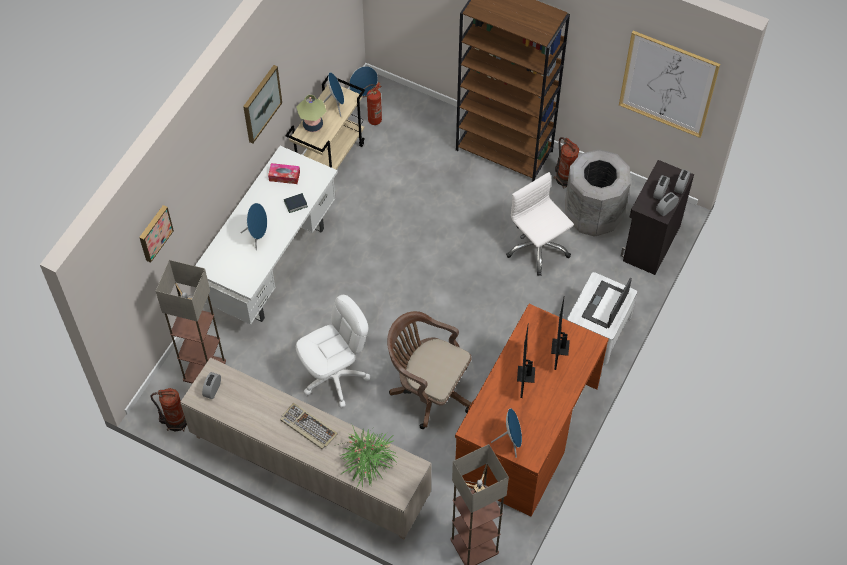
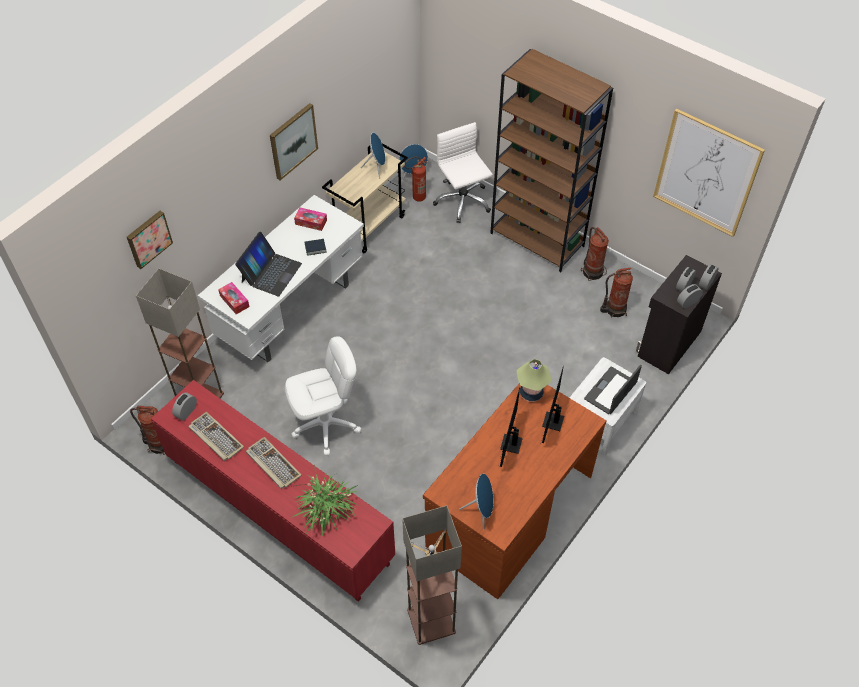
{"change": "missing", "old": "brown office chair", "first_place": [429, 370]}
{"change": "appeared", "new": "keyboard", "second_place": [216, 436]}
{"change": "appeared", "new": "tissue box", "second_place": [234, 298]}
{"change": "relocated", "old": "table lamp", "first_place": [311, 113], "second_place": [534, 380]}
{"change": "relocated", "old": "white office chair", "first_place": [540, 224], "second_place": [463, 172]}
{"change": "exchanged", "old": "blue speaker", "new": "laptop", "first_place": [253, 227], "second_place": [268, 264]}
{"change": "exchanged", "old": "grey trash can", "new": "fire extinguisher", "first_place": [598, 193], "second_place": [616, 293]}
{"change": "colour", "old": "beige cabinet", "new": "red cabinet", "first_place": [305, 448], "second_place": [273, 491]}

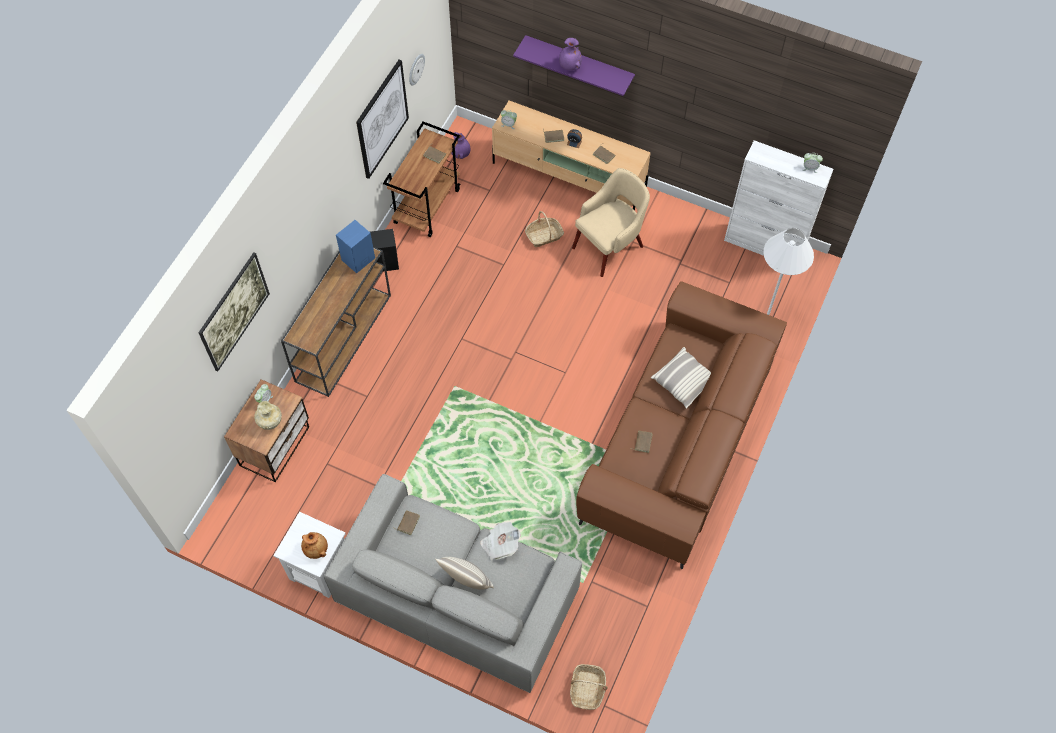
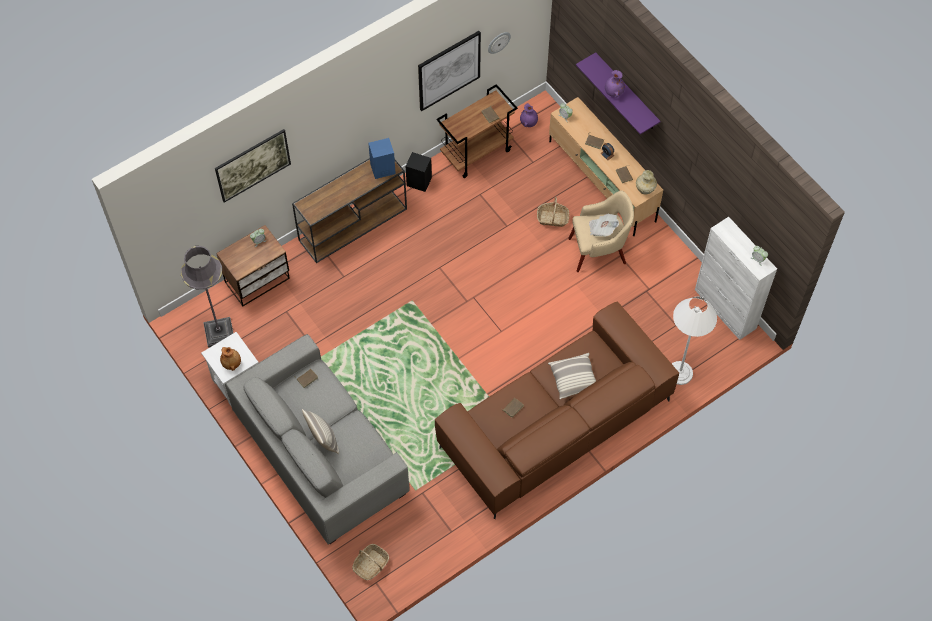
{"change": "appeared", "new": "grey floor lamp", "second_place": [207, 297]}
{"change": "relocated", "old": "beige vase", "first_place": [268, 415], "second_place": [646, 182]}
{"change": "relocated", "old": "newspaper", "first_place": [500, 541], "second_place": [604, 225]}

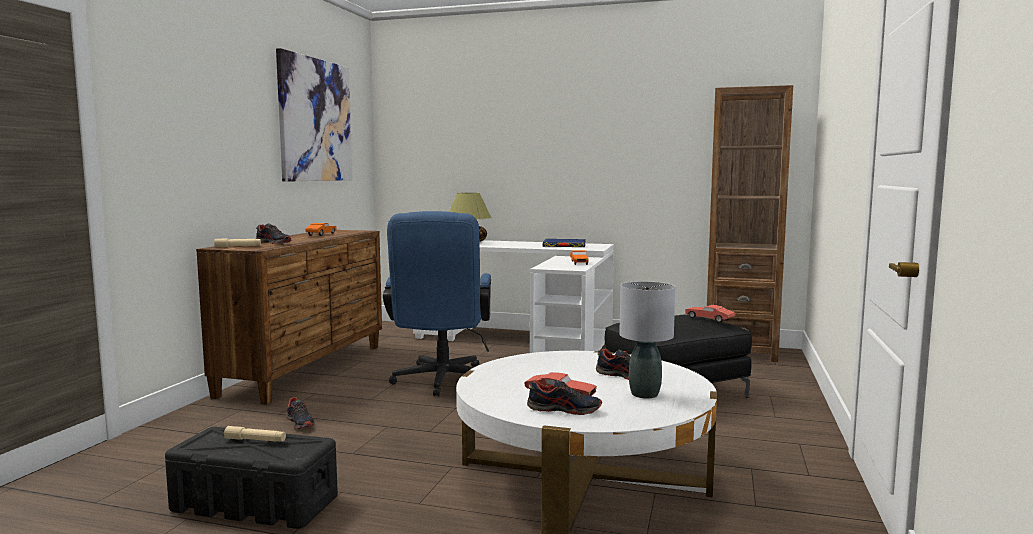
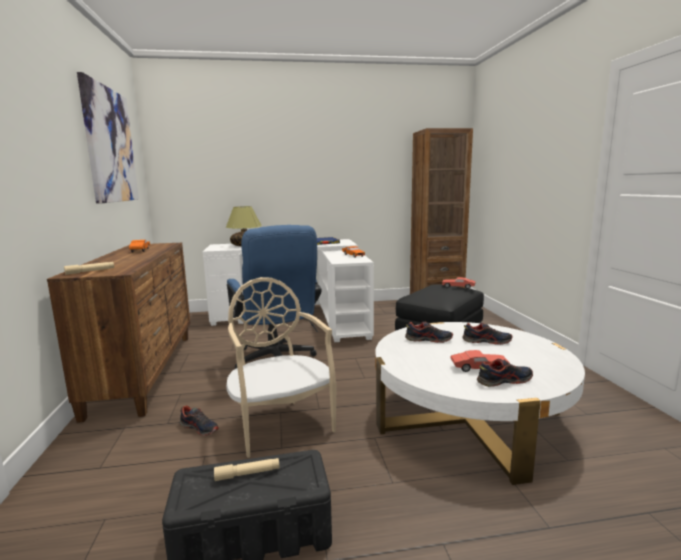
{"change": "missing", "old": "grey table lamp", "first_place": [647, 340]}
{"change": "appeared", "new": "beige chair", "second_place": [281, 367]}
{"change": "relocated", "old": "shoe", "first_place": [273, 234], "second_place": [429, 332]}

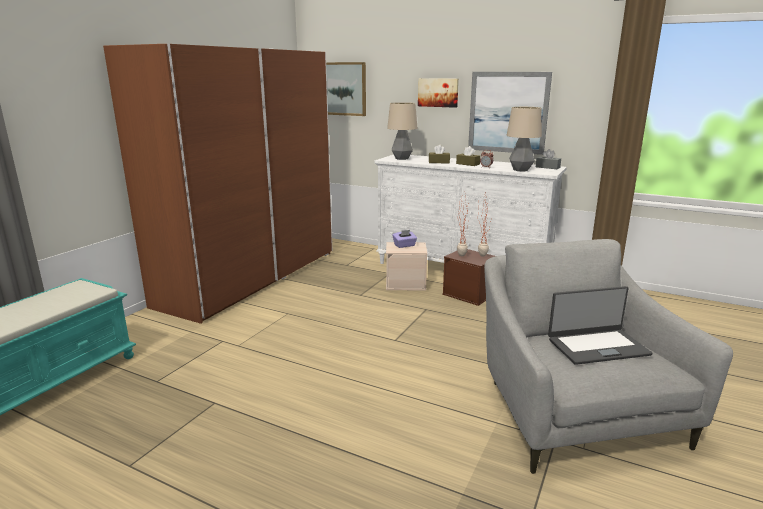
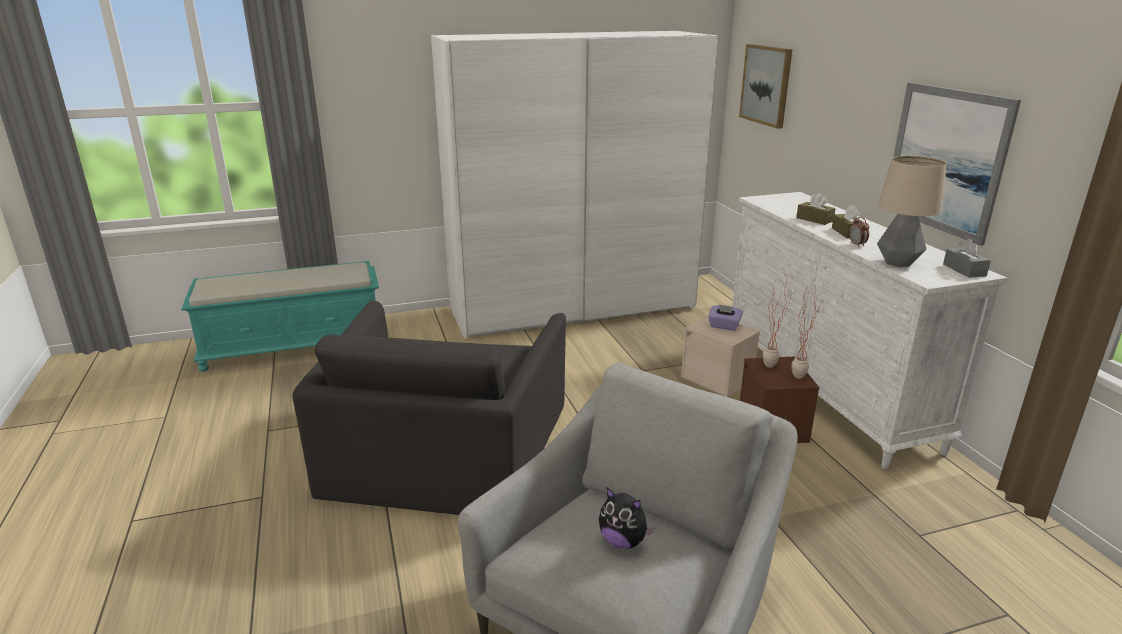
{"change": "missing", "old": "table lamp", "first_place": [402, 131]}
{"change": "missing", "old": "picture", "first_place": [438, 93]}
{"change": "appeared", "new": "black armchair", "second_place": [429, 407]}
{"change": "exchanged", "old": "laptop", "new": "plush toy", "first_place": [600, 325], "second_place": [627, 518]}
{"change": "colour", "old": "brown wardrobe", "new": "white wardrobe", "first_place": [217, 184], "second_place": [575, 185]}

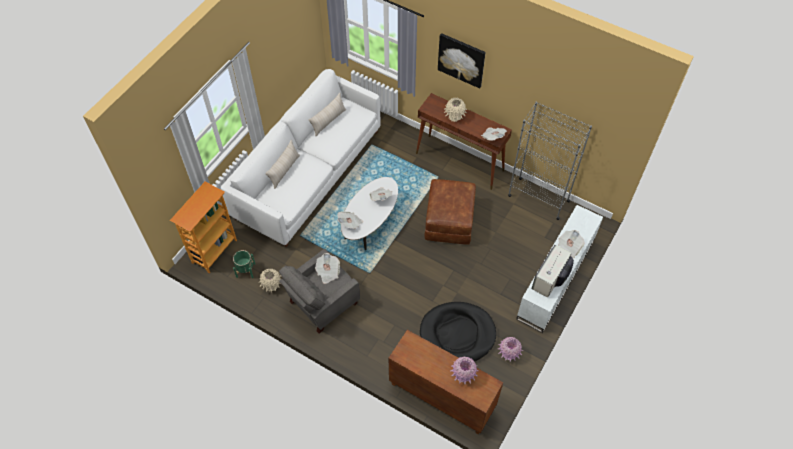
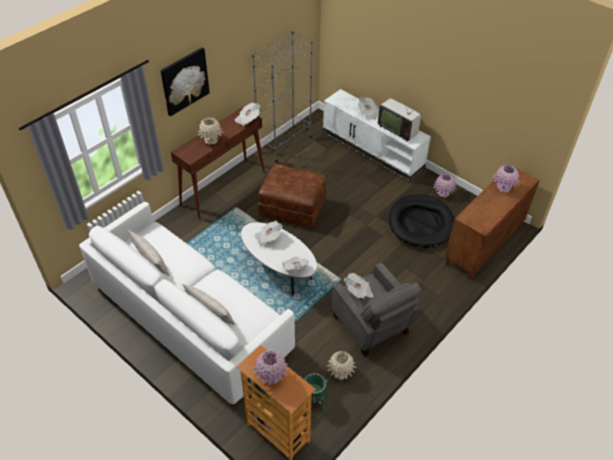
{"change": "appeared", "new": "pink vase", "second_place": [271, 367]}

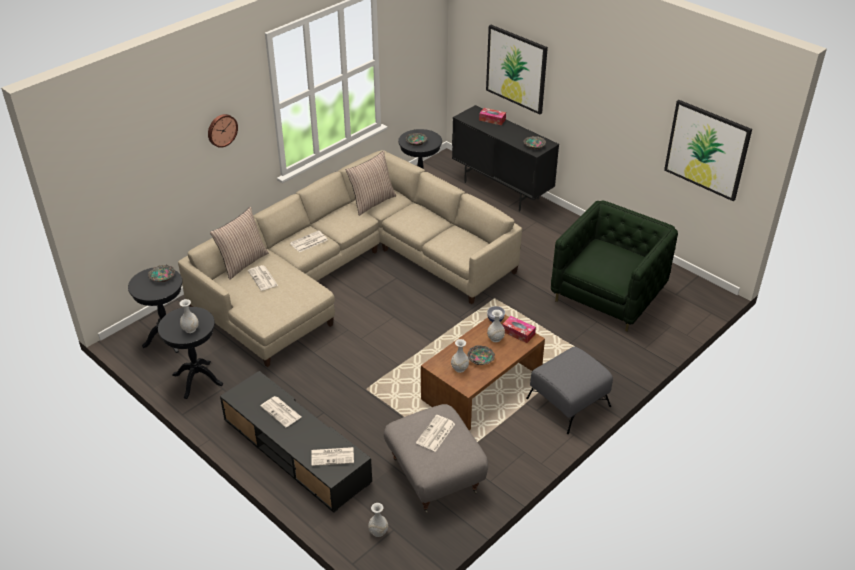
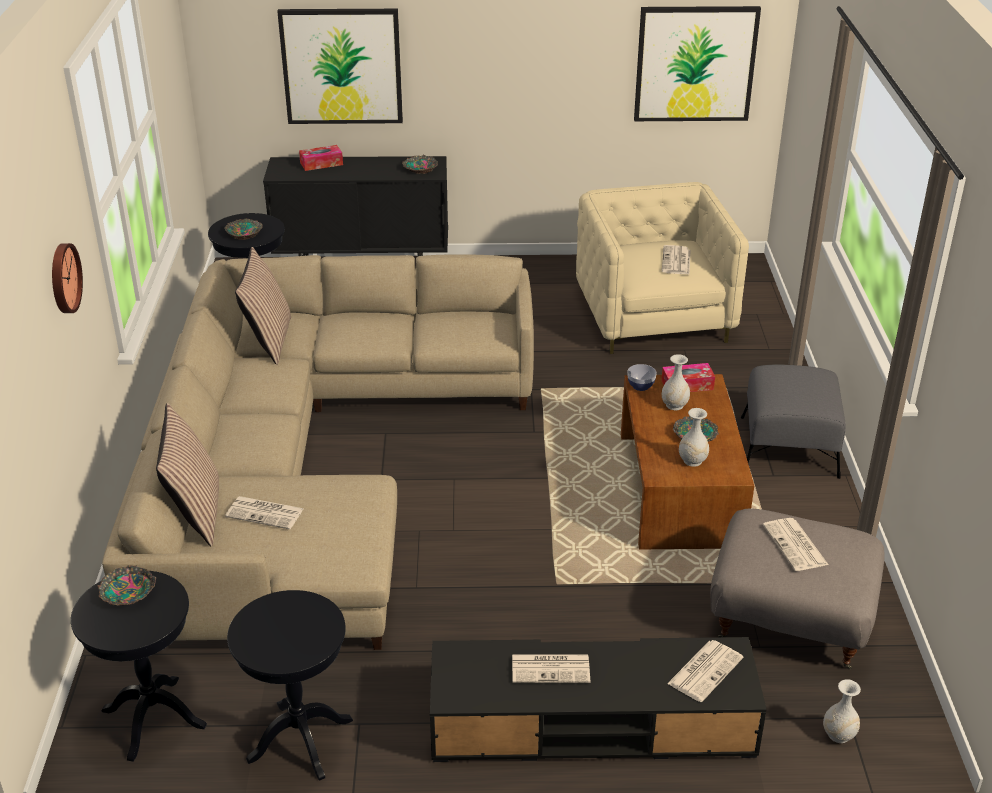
{"change": "missing", "old": "white vase", "first_place": [189, 316]}
{"change": "relocated", "old": "newspaper", "first_place": [308, 241], "second_place": [676, 260]}
{"change": "colour", "old": "green armchair", "new": "beige armchair", "first_place": [614, 266], "second_place": [662, 268]}

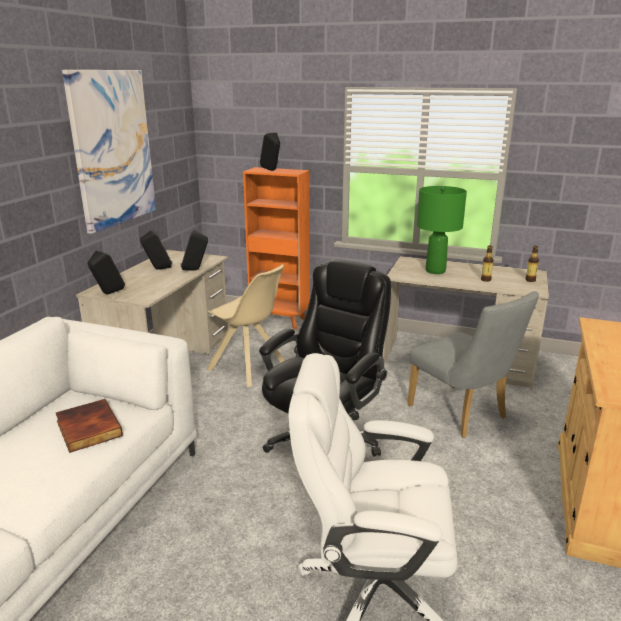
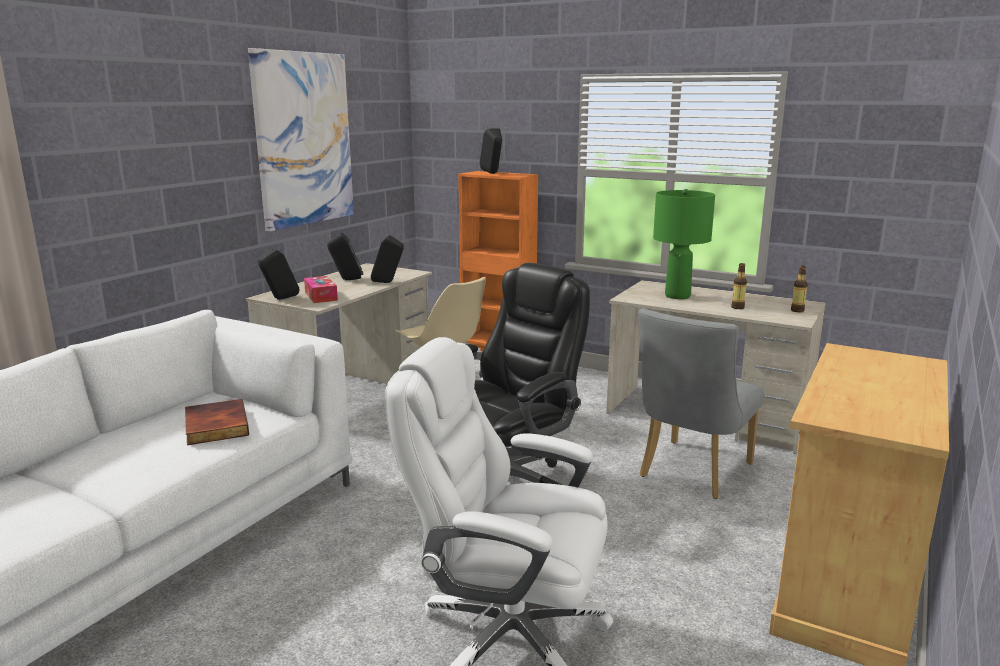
{"change": "appeared", "new": "tissue box", "second_place": [321, 289]}
{"change": "spun", "old": "grey chair", "first_place": [473, 364], "second_place": [701, 404], "degrees": 60}

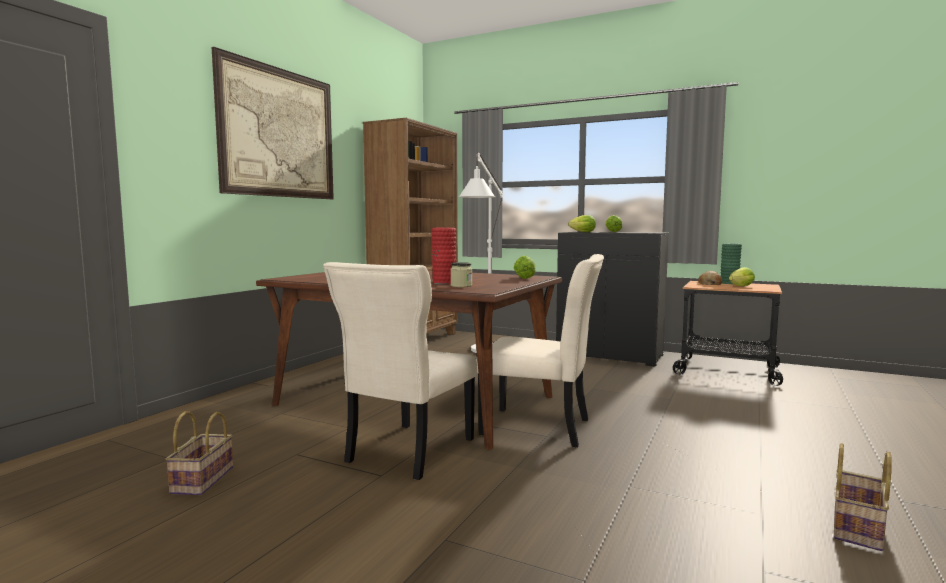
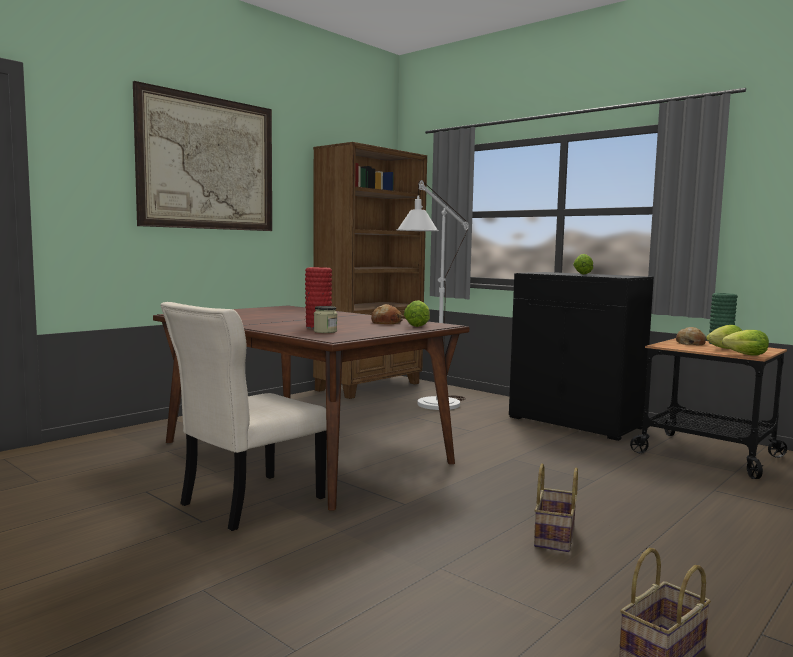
{"change": "missing", "old": "beige chair", "first_place": [540, 350]}
{"change": "appeared", "new": "bread", "second_place": [387, 314]}
{"change": "relocated", "old": "basket", "first_place": [199, 453], "second_place": [556, 508]}
{"change": "relocated", "old": "lettuce", "first_place": [582, 223], "second_place": [745, 343]}

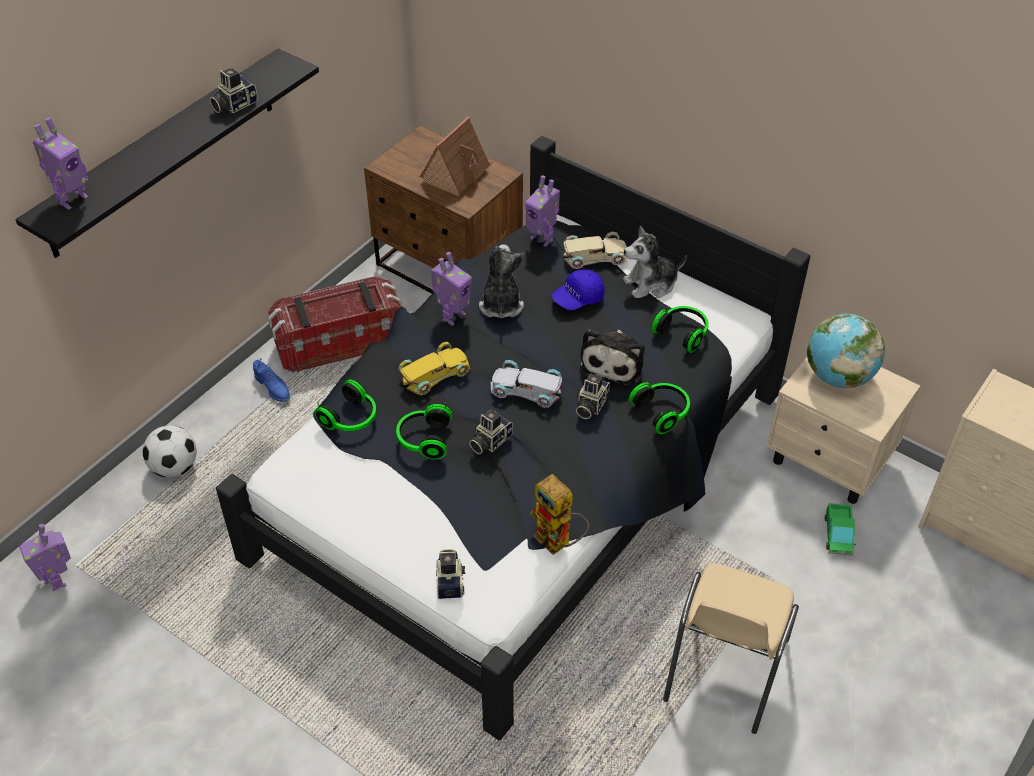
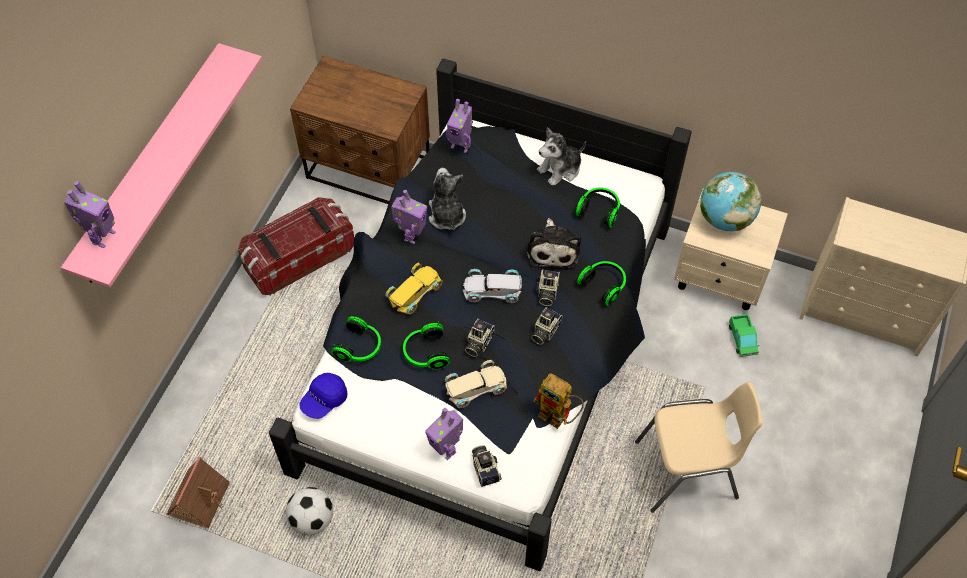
{"change": "missing", "old": "blue shoe", "first_place": [271, 380]}
{"change": "relocated", "old": "toy robot", "first_place": [45, 557], "second_place": [444, 434]}
{"change": "relocated", "old": "football", "first_place": [169, 451], "second_place": [309, 511]}
{"change": "relocated", "old": "photo camera", "first_place": [233, 90], "second_place": [547, 326]}
{"change": "relocated", "old": "toy house", "first_place": [456, 156], "second_place": [198, 492]}
{"change": "relocated", "old": "blue cap", "first_place": [578, 289], "second_place": [323, 396]}
{"change": "relocated", "old": "beige toy car", "first_place": [595, 250], "second_place": [476, 384]}
{"change": "colour", "old": "black shelf", "new": "pink shelf", "first_place": [167, 153], "second_place": [161, 165]}
{"change": "spun", "old": "beige chair", "first_place": [731, 648], "second_place": [699, 447], "degrees": -105}

